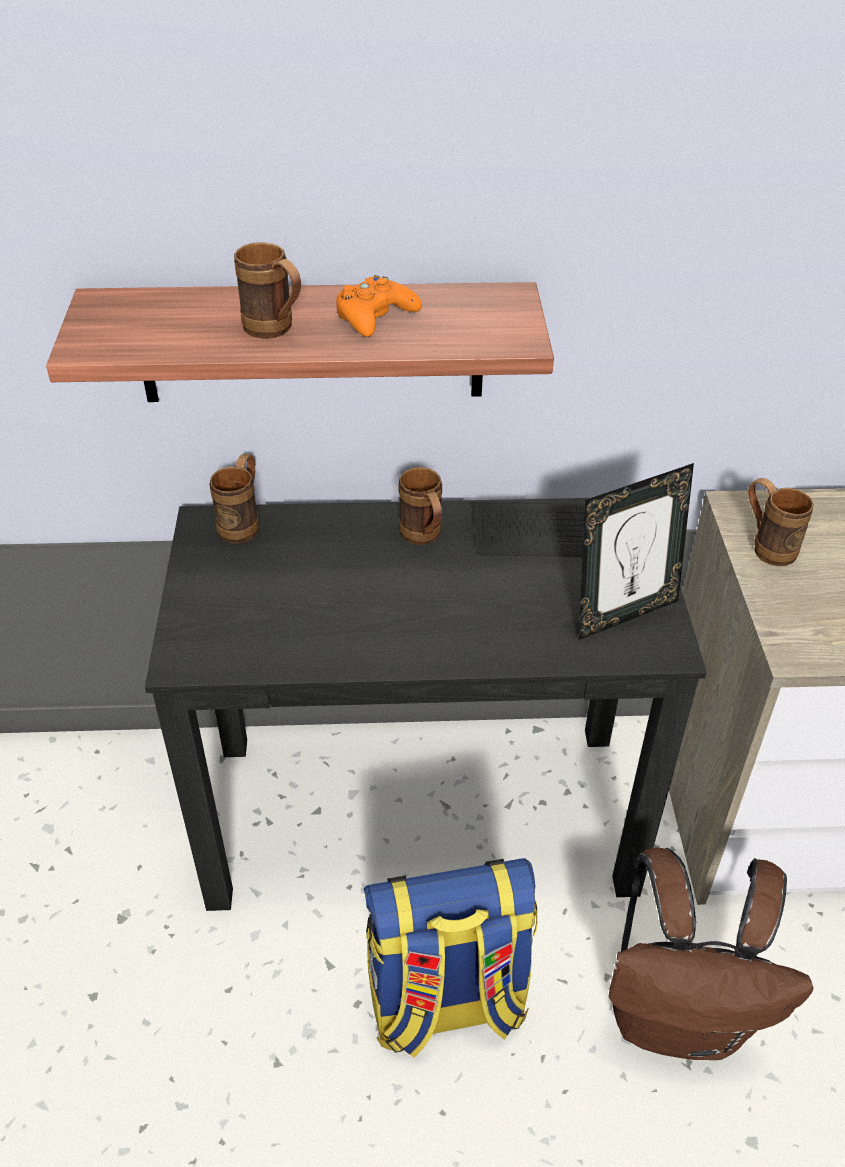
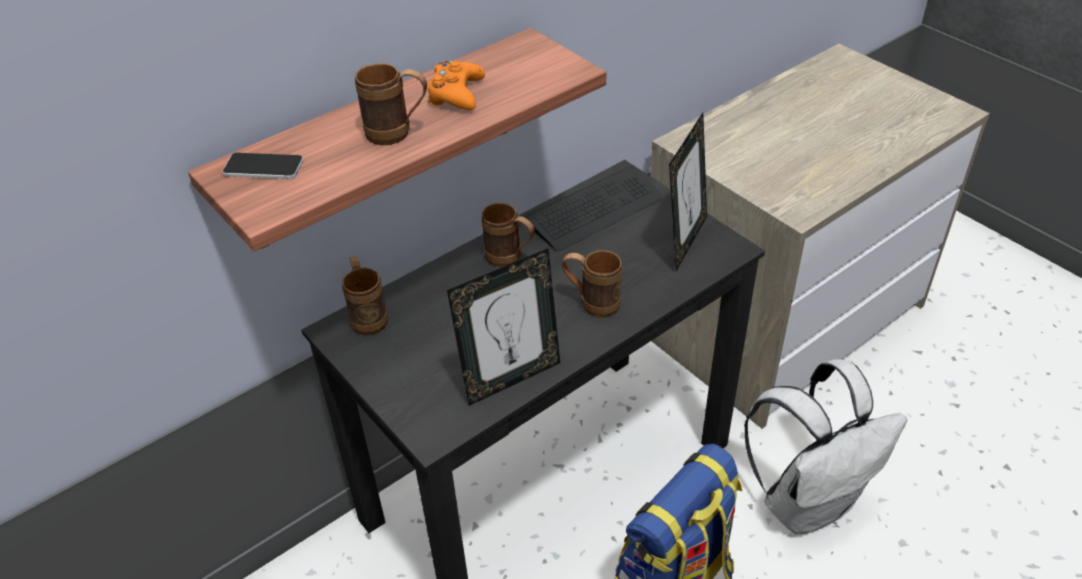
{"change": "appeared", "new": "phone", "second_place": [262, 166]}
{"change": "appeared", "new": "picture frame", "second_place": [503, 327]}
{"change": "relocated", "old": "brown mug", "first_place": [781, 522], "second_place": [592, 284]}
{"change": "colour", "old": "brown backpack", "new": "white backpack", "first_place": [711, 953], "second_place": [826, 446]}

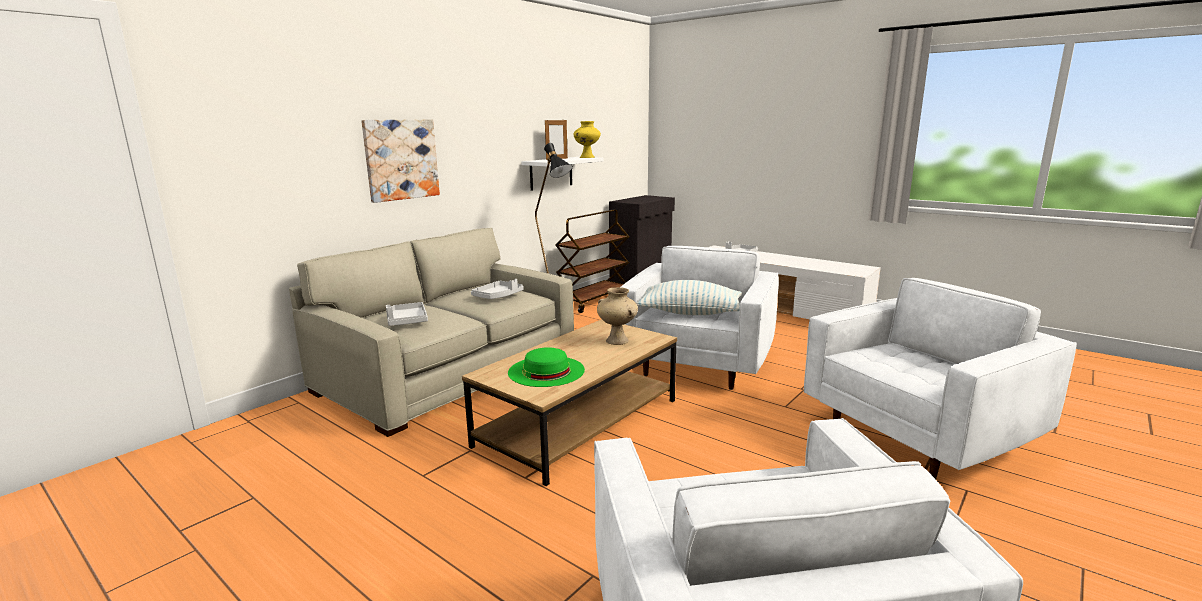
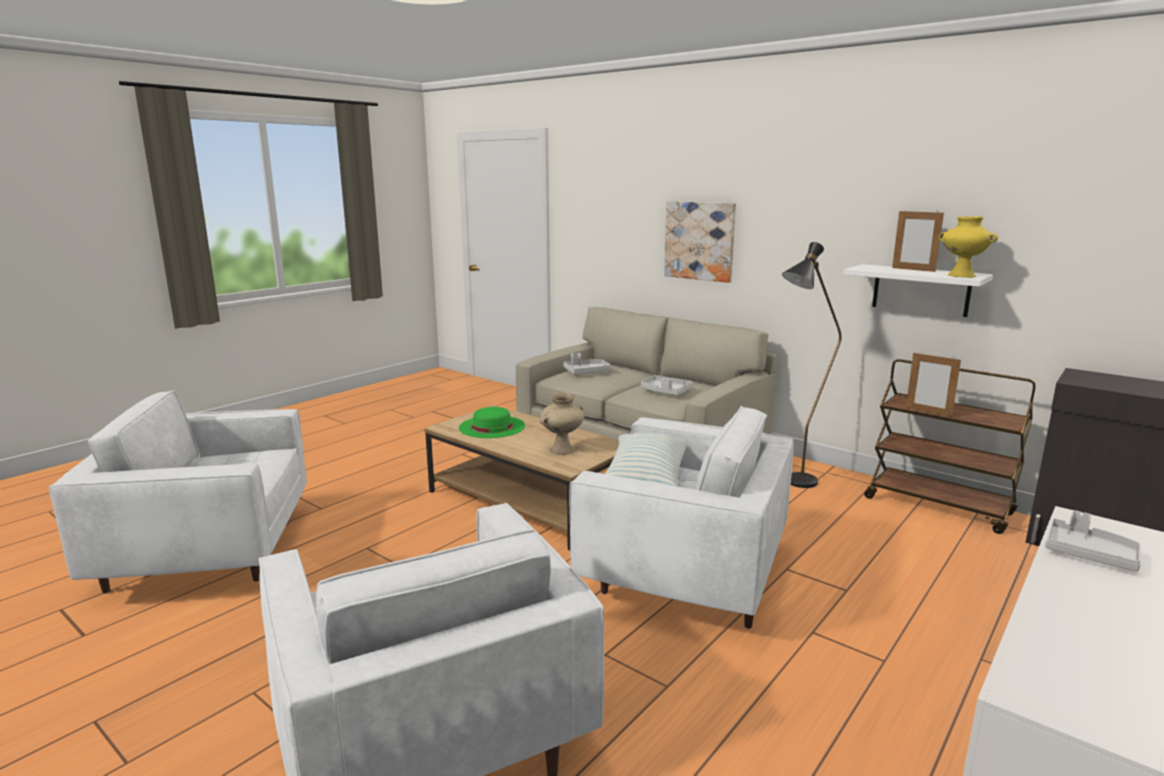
{"change": "appeared", "new": "picture frame", "second_place": [933, 384]}

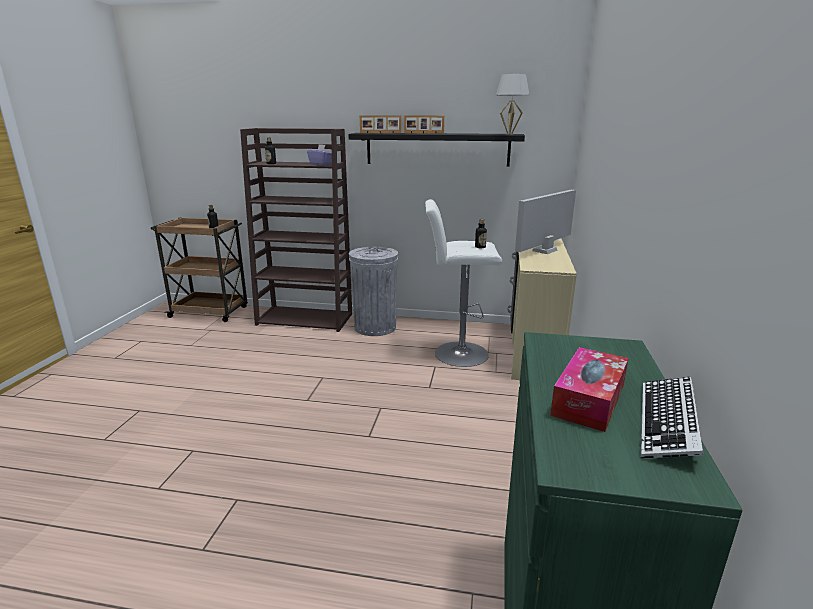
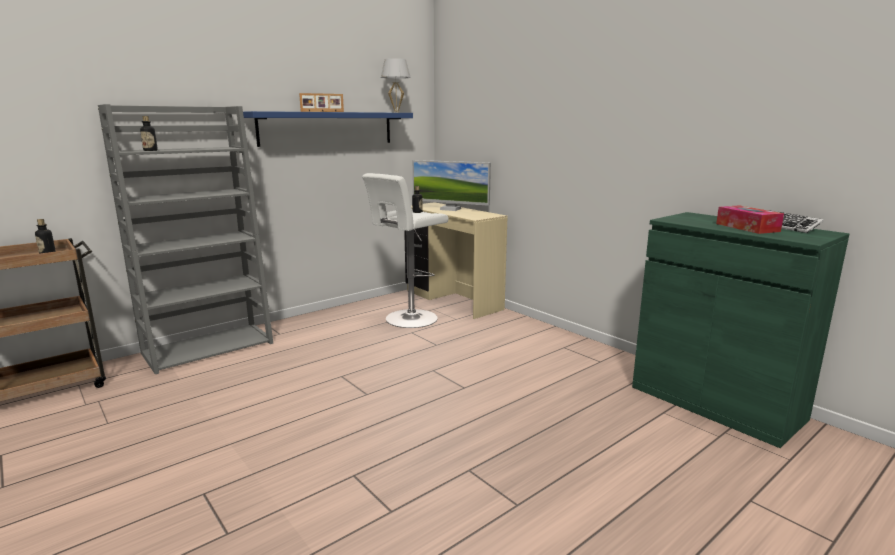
{"change": "missing", "old": "purple tissue box", "first_place": [319, 154]}
{"change": "missing", "old": "grey trash can", "first_place": [373, 291]}
{"change": "missing", "old": "picture frame", "first_place": [380, 124]}
{"change": "colour", "old": "brown bookcase", "new": "grey bookcase", "first_place": [296, 230], "second_place": [185, 239]}
{"change": "colour", "old": "black shelf", "new": "blue shelf", "first_place": [436, 150], "second_place": [328, 129]}
{"change": "spun", "old": "monitor", "first_place": [545, 222], "second_place": [451, 185], "degrees": -60}

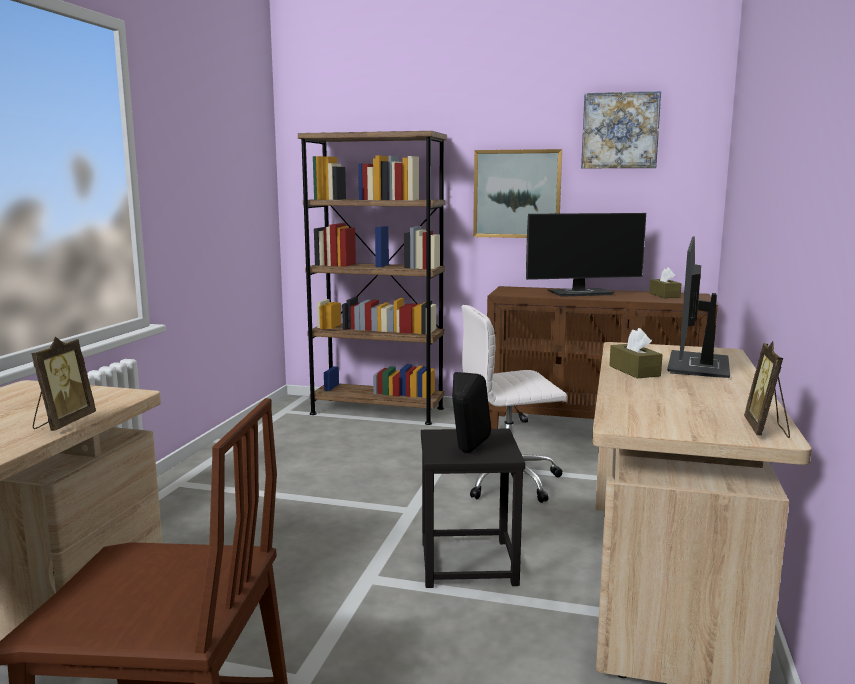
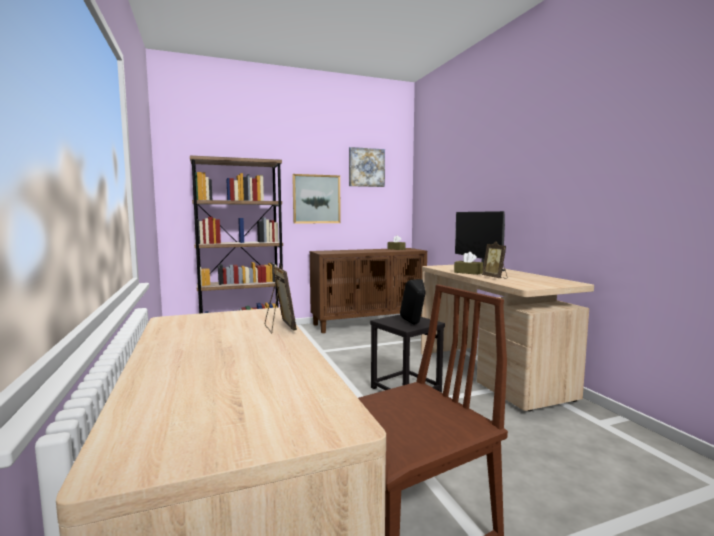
{"change": "missing", "old": "white office chair", "first_place": [514, 404]}
{"change": "missing", "old": "monitor", "first_place": [586, 255]}
{"change": "relocated", "old": "picture frame", "first_place": [767, 389], "second_place": [494, 260]}

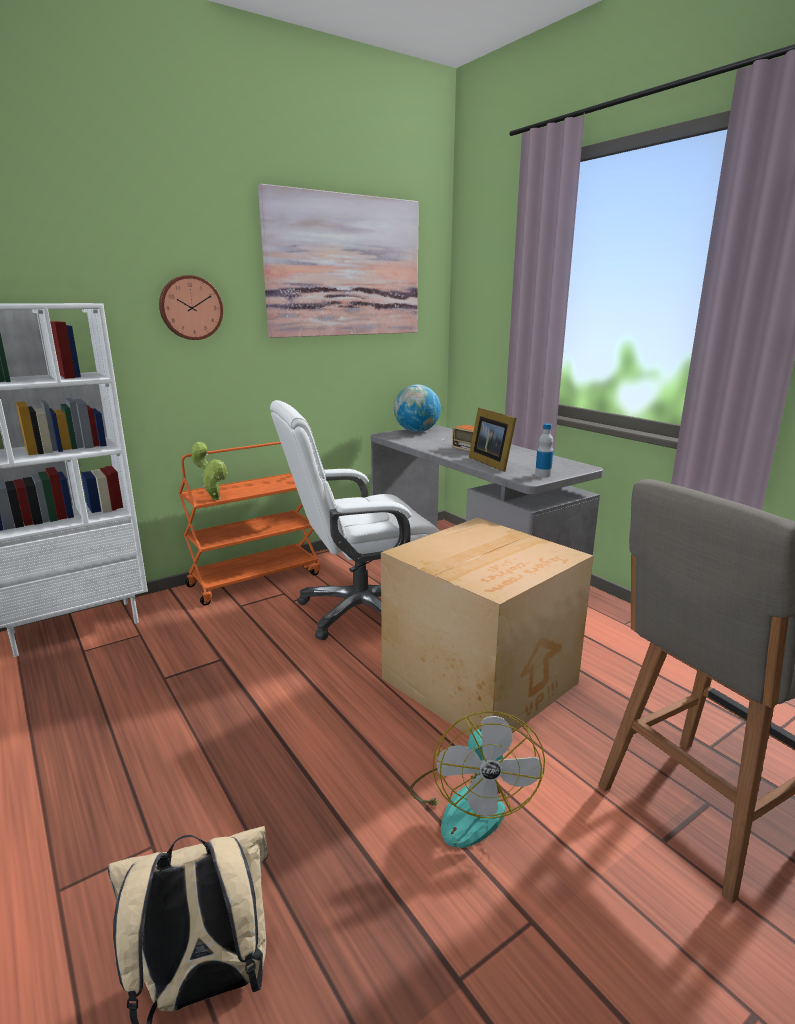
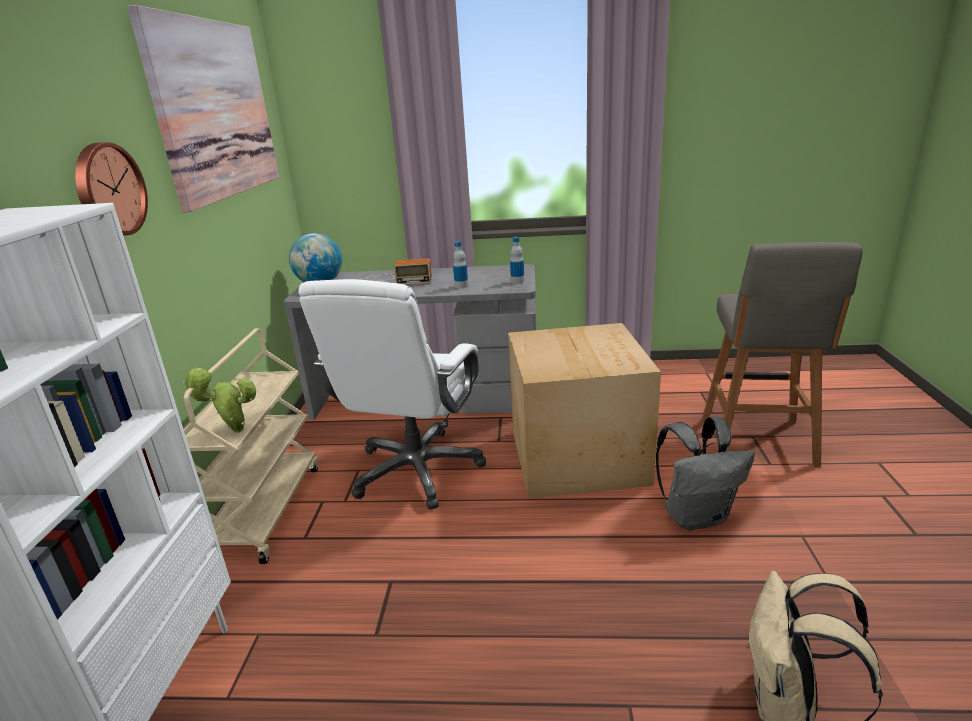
{"change": "exchanged", "old": "fan", "new": "grey backpack", "first_place": [477, 779], "second_place": [705, 473]}
{"change": "exchanged", "old": "picture frame", "new": "bottle", "first_place": [493, 440], "second_place": [460, 264]}
{"change": "colour", "old": "orange cart", "new": "beige cart", "first_place": [250, 524], "second_place": [251, 446]}

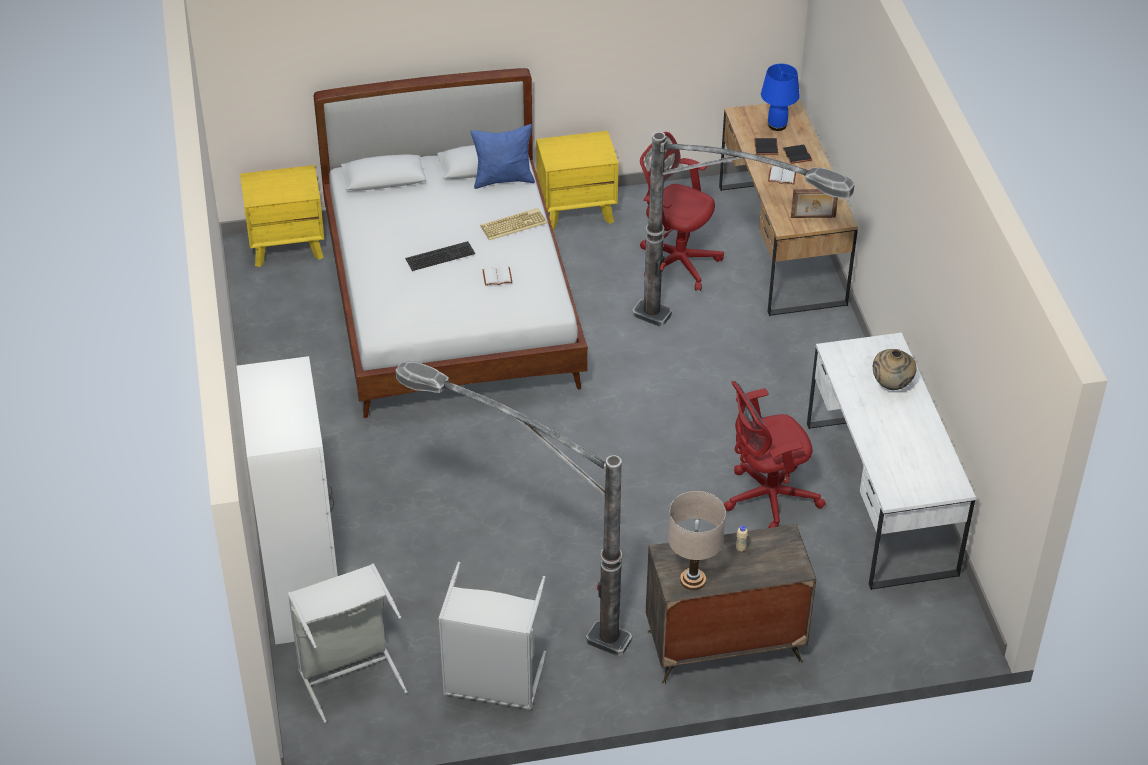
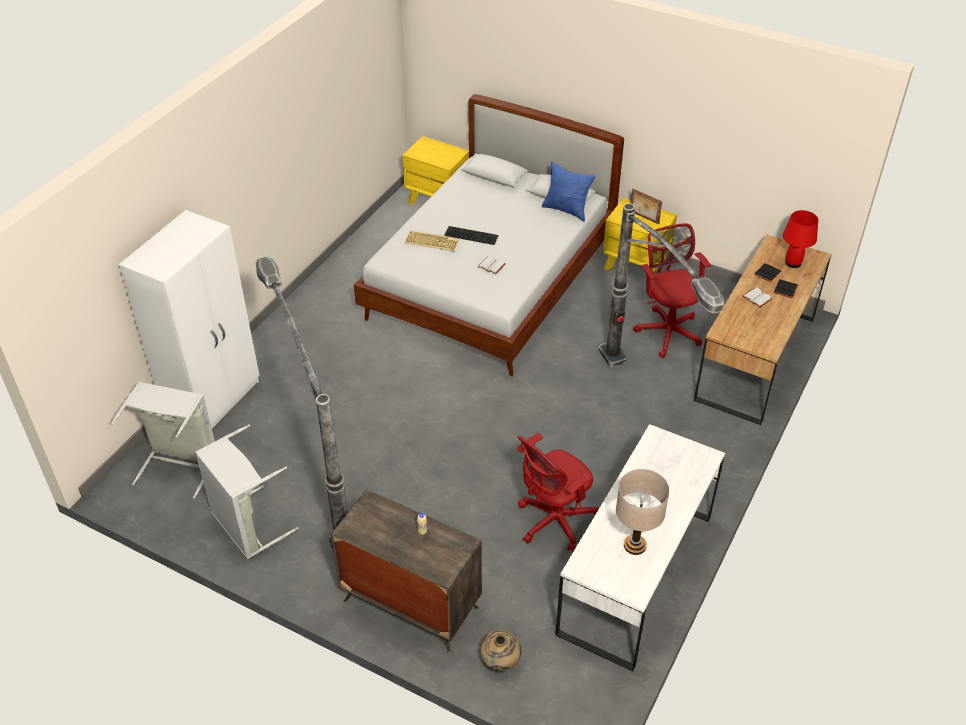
{"change": "relocated", "old": "keyboard", "first_place": [513, 224], "second_place": [432, 241]}
{"change": "relocated", "old": "beige table lamp", "first_place": [697, 541], "second_place": [643, 512]}
{"change": "relocated", "old": "picture frame", "first_place": [814, 203], "second_place": [646, 206]}
{"change": "relocated", "old": "beige vase", "first_place": [894, 369], "second_place": [500, 650]}
{"change": "colour", "old": "blue table lamp", "new": "red table lamp", "first_place": [780, 97], "second_place": [800, 239]}
{"change": "spun", "old": "red office chair", "first_place": [775, 454], "second_place": [558, 492], "degrees": -60}

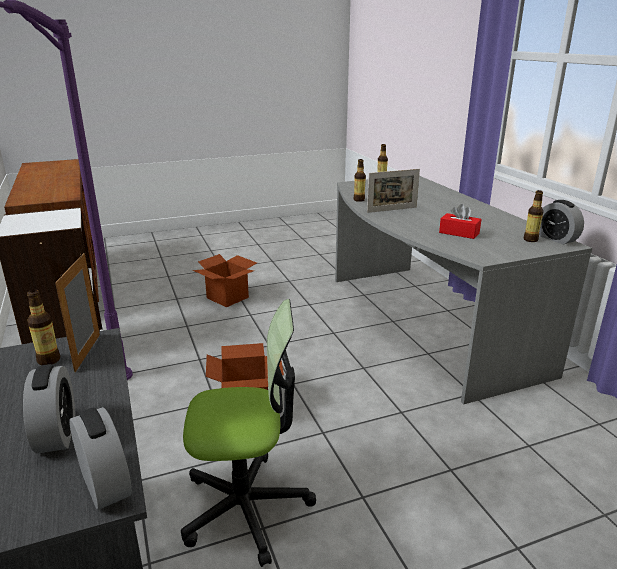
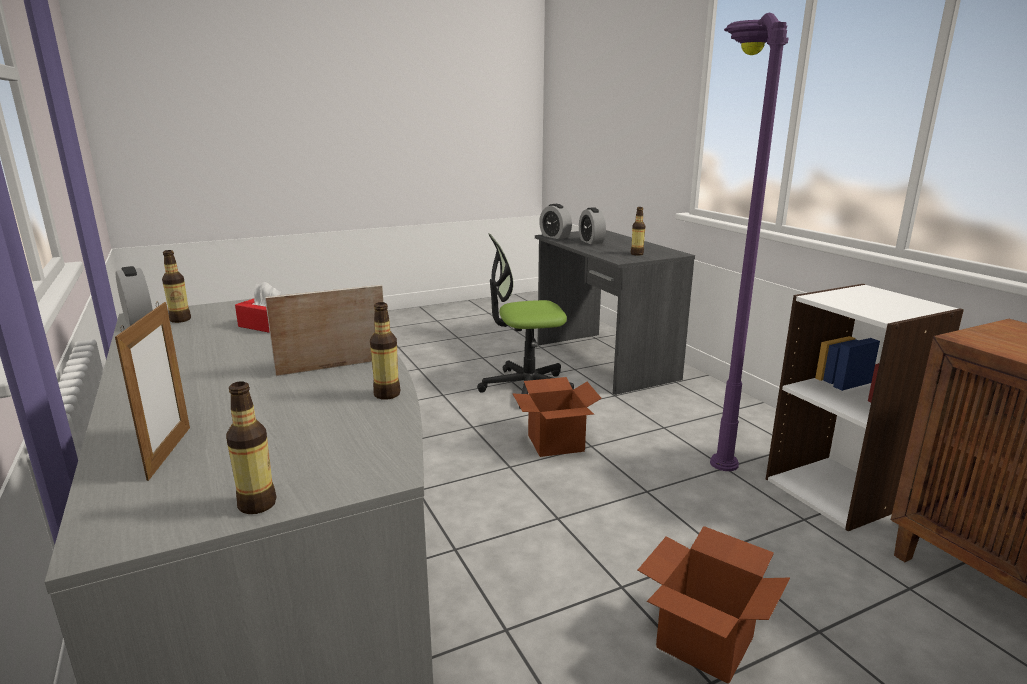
{"change": "relocated", "old": "picture frame", "first_place": [77, 312], "second_place": [152, 391]}

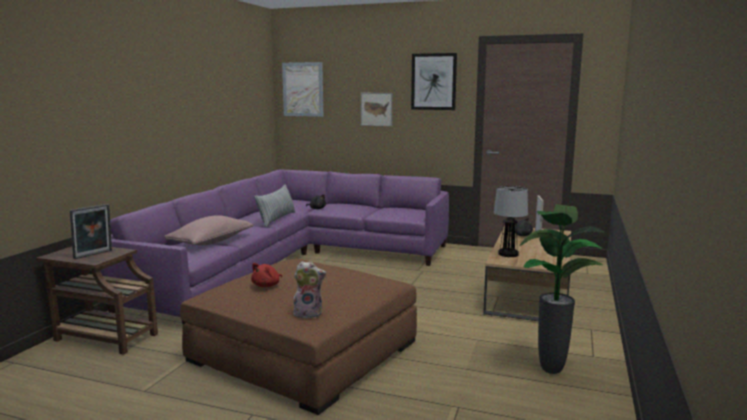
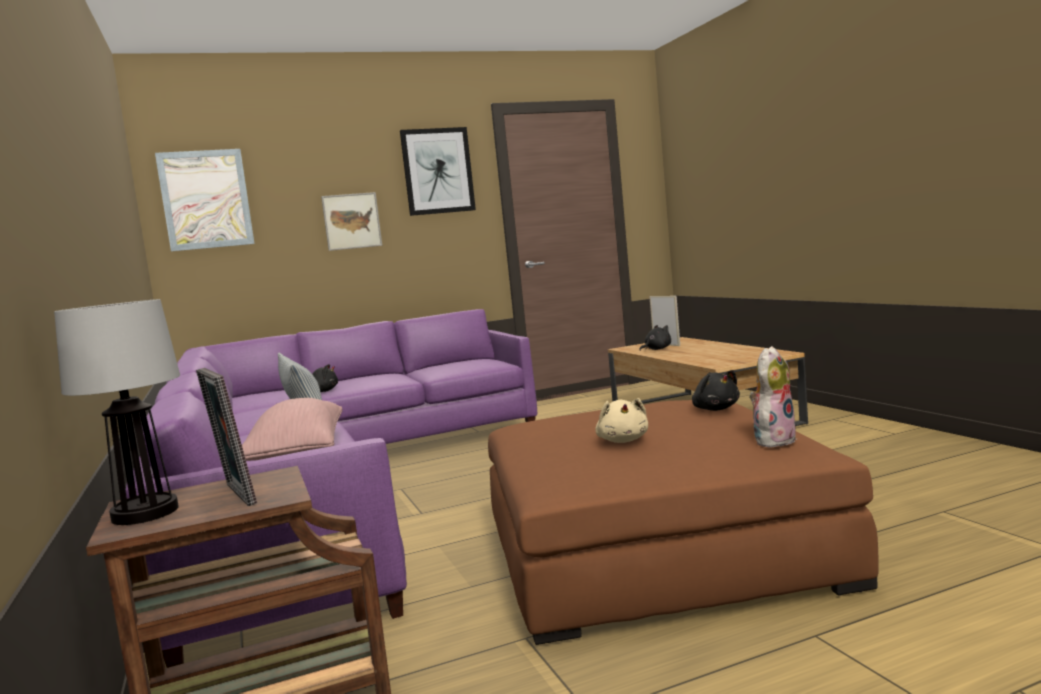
{"change": "missing", "old": "potted plant", "first_place": [562, 289]}
{"change": "appeared", "new": "black plush toy", "second_place": [716, 390]}
{"change": "relocated", "old": "table lamp", "first_place": [511, 221], "second_place": [117, 412]}
{"change": "colour", "old": "red plush toy", "new": "beige plush toy", "first_place": [266, 275], "second_place": [621, 420]}
{"change": "spun", "old": "picture frame", "first_place": [91, 231], "second_place": [226, 437], "degrees": 150}

